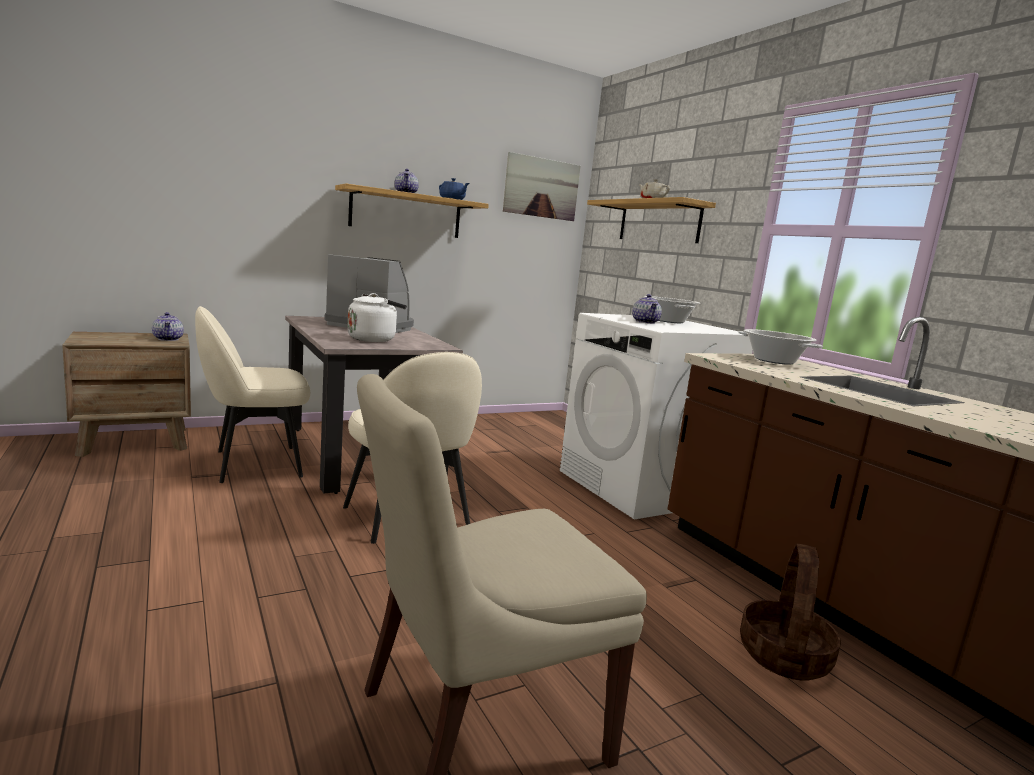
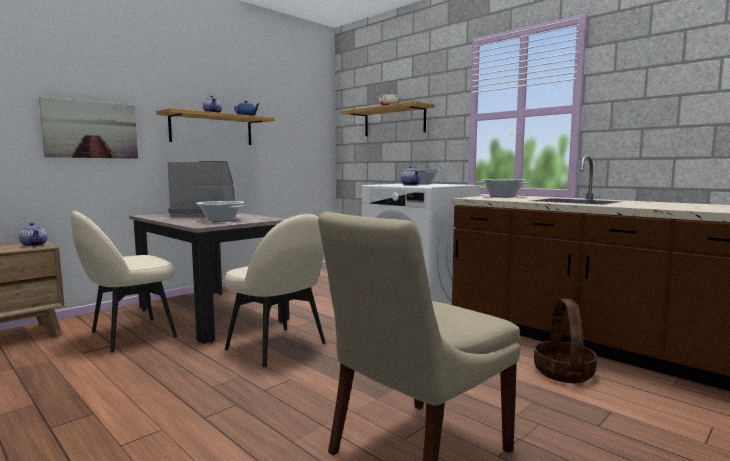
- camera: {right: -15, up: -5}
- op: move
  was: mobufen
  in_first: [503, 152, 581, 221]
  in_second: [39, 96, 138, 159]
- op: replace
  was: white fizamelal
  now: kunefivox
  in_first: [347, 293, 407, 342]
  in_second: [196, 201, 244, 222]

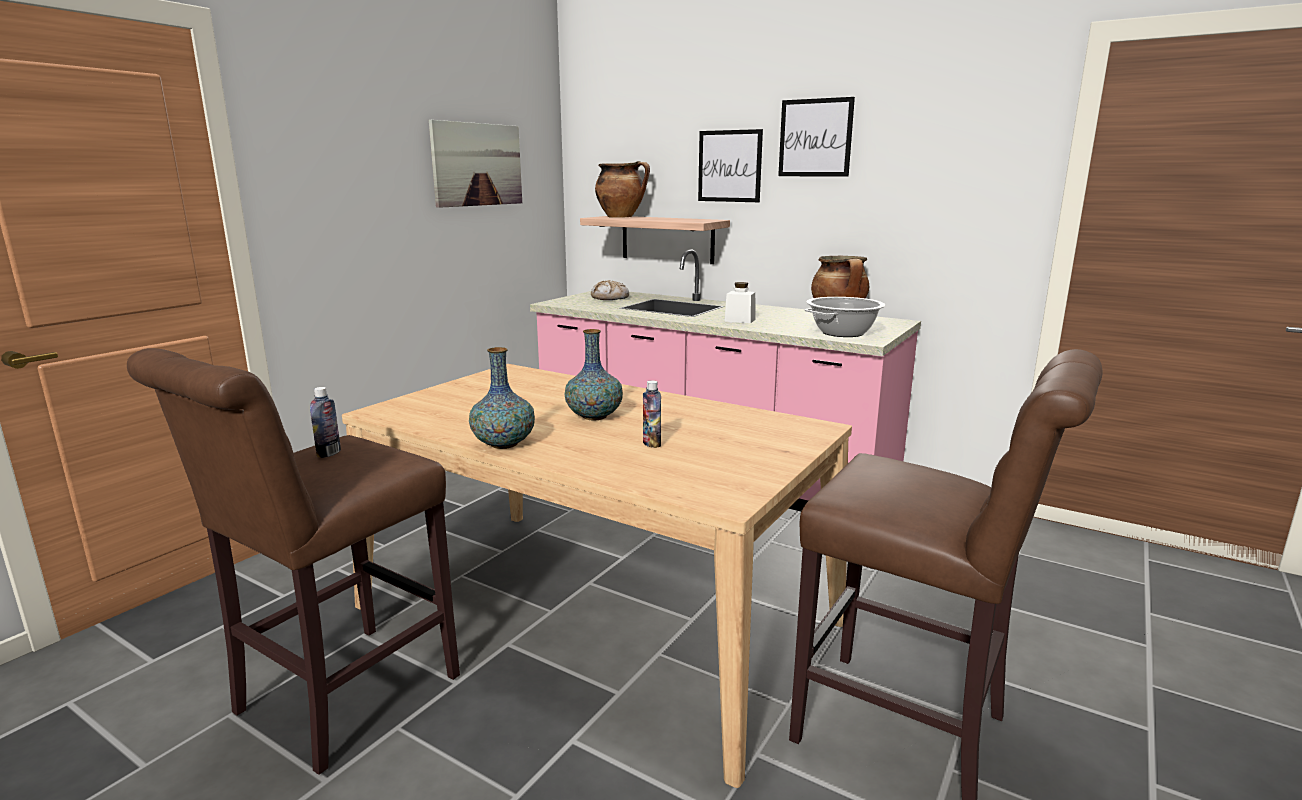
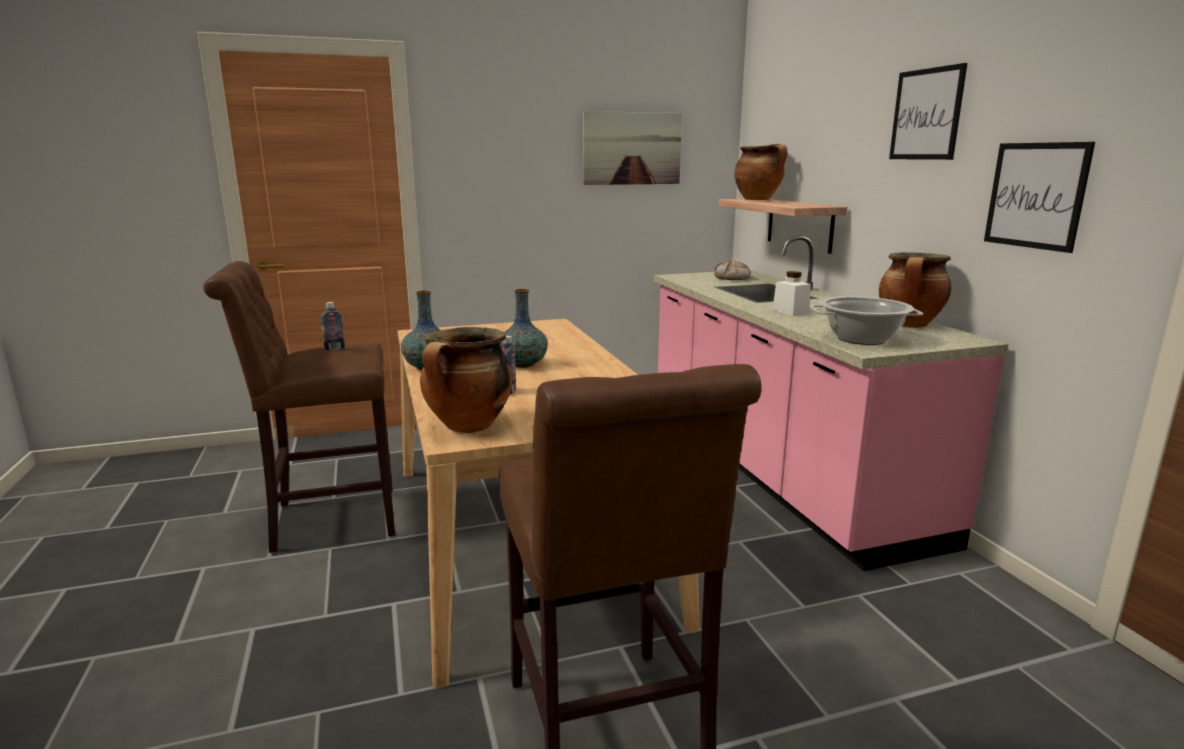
- camera: {right: 40, up: 0}
- op: insert
  now: kunefivox
  in_second: [420, 327, 513, 433]
- op: move
  was: mobufen
  in_first: [698, 129, 763, 202]
  in_second: [984, 142, 1095, 253]

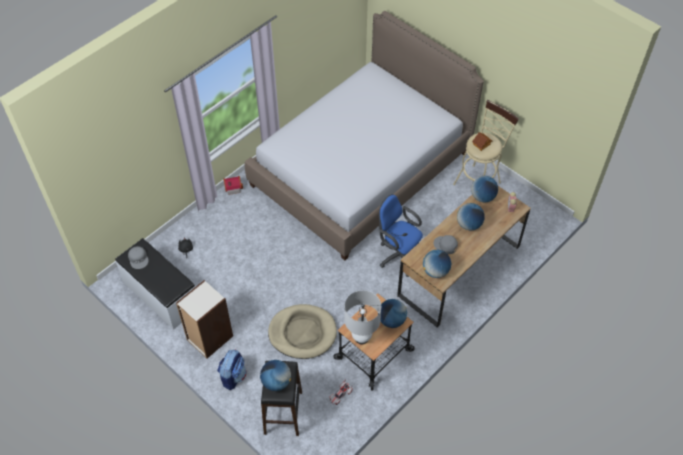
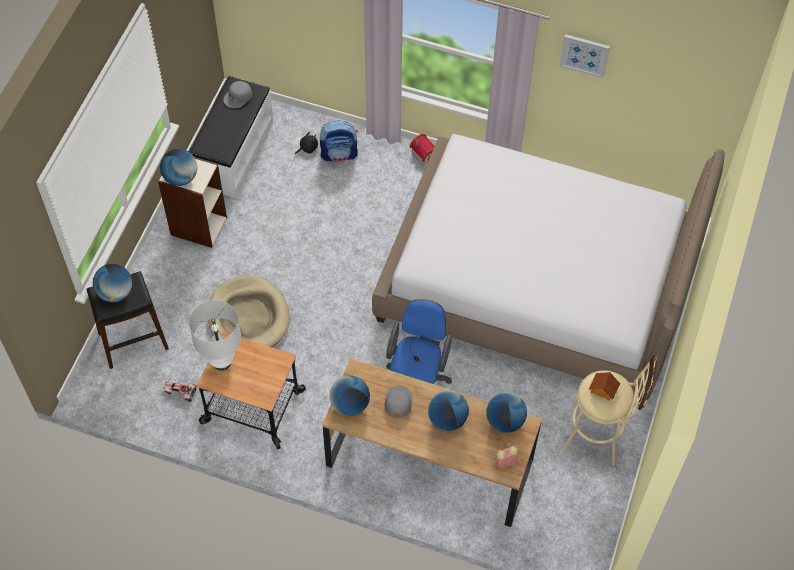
- camera: {right: 65, up: 5}
- op: move
  was: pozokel
  in_first: [378, 299, 407, 328]
  in_second: [160, 149, 197, 186]
- op: move
  was: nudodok
  in_first: [217, 349, 246, 390]
  in_second: [320, 121, 358, 162]
- op: insert
  now: mobufen
  in_second: [560, 34, 610, 78]

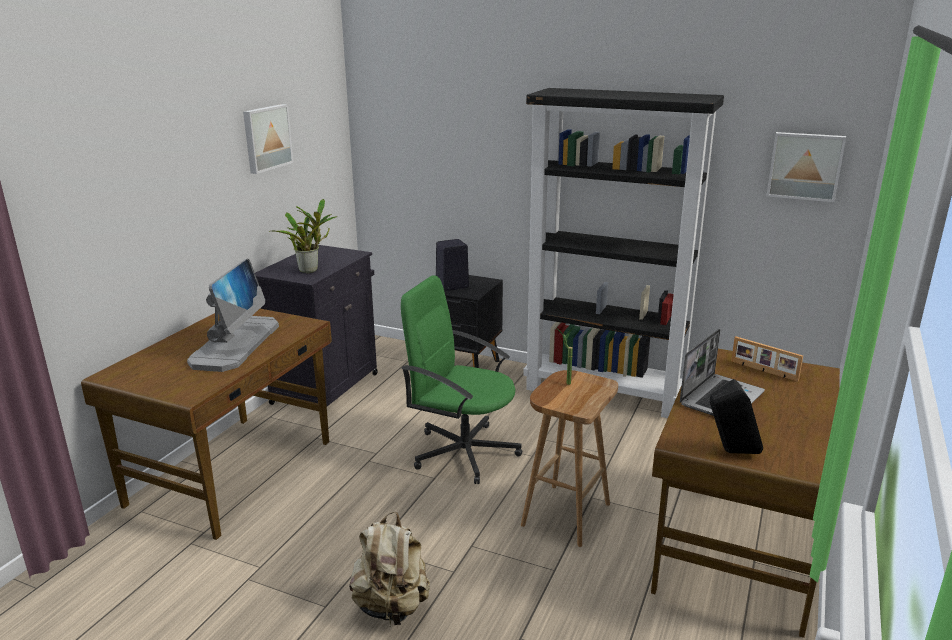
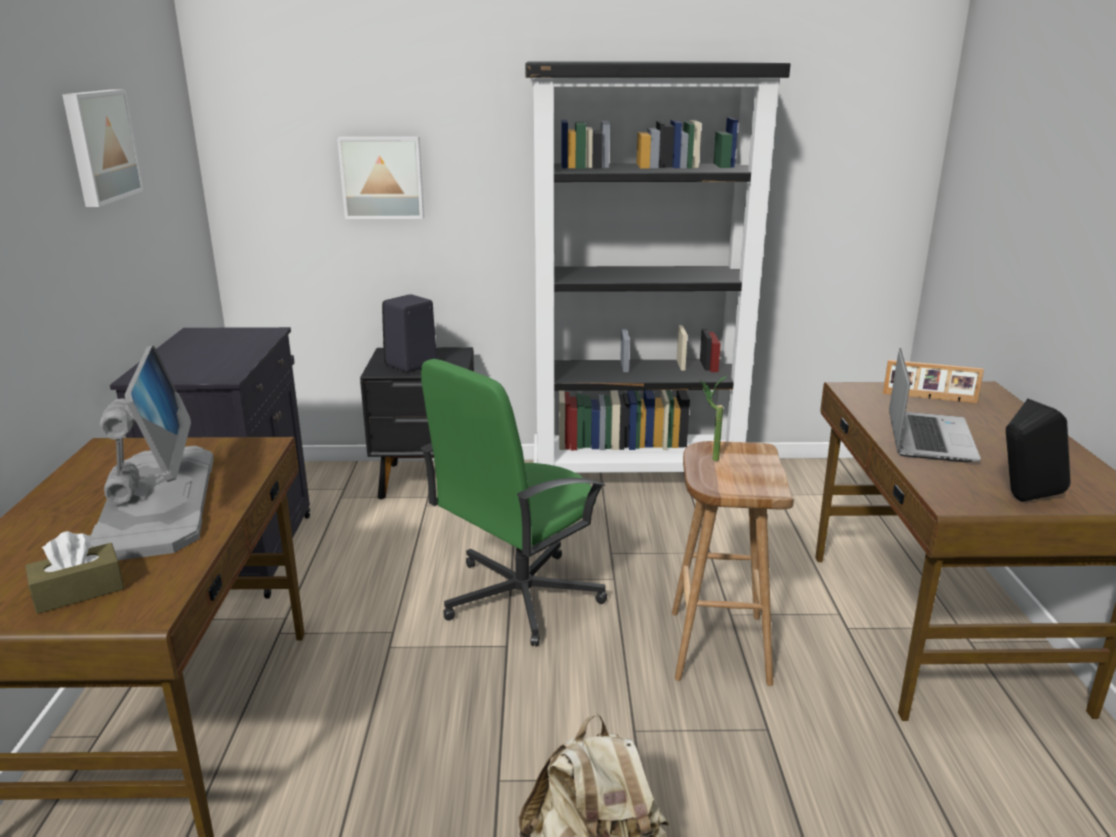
- camera: {right: -25, up: 0}
- op: insert
  now: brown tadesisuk
  in_second: [25, 531, 124, 614]
- op: move
  was: mobufen
  in_first: [767, 132, 846, 202]
  in_second: [337, 137, 424, 219]
- op: rotate
  was: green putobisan
  in_first: [401, 275, 522, 484]
  in_second: [420, 359, 607, 646]
  clockwise: -45
- op: delete
  was: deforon
  in_first: [269, 199, 338, 273]

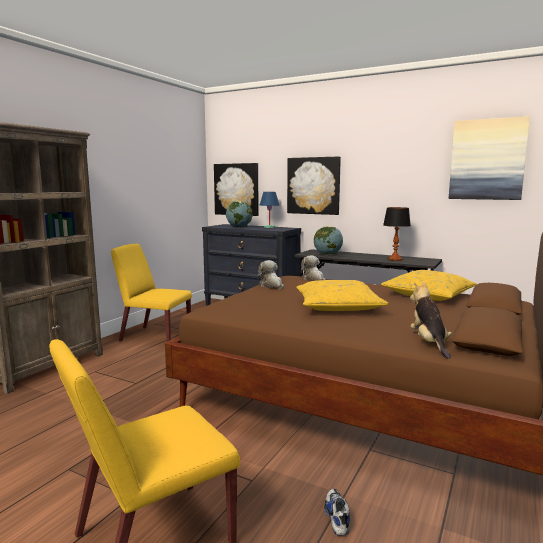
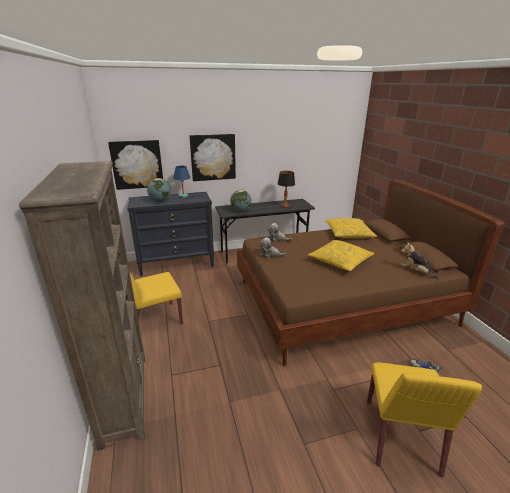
- camera: {right: -45, up: 15}
- op: delete
  was: mobufen
  in_first: [449, 116, 530, 200]

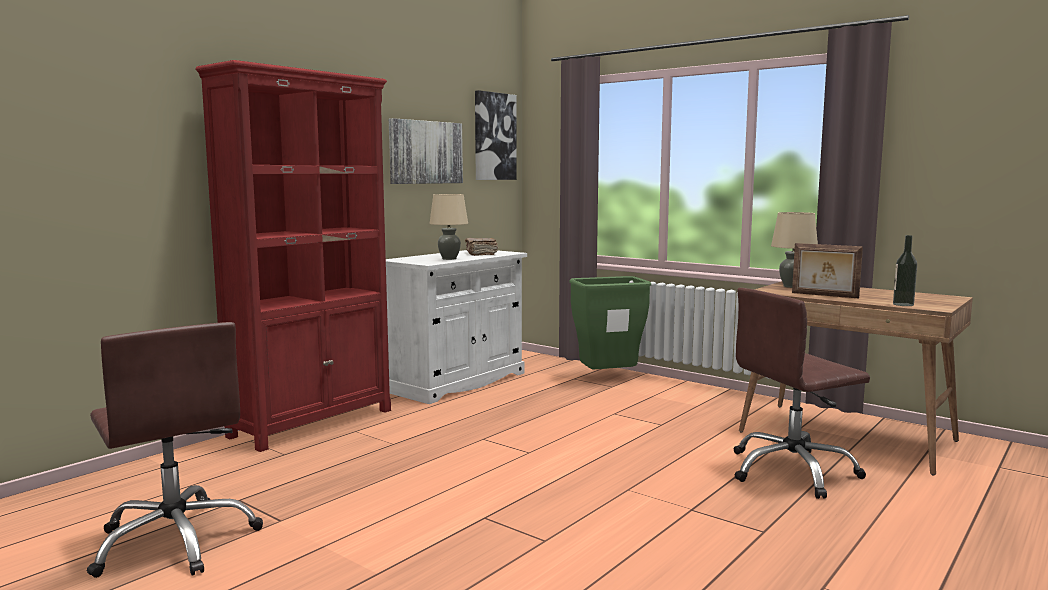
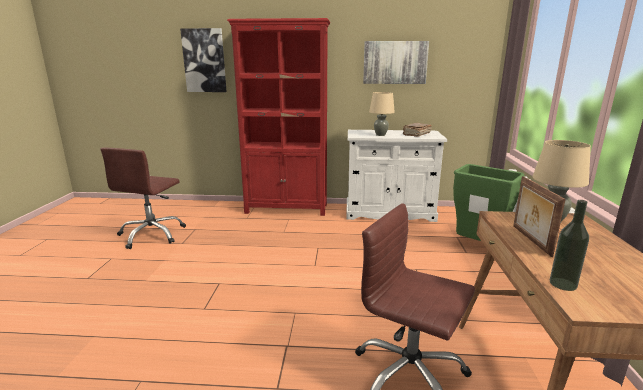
- camera: {right: 55, up: 10}
- op: move
  was: mobufen
  in_first: [475, 90, 517, 180]
  in_second: [180, 28, 227, 92]

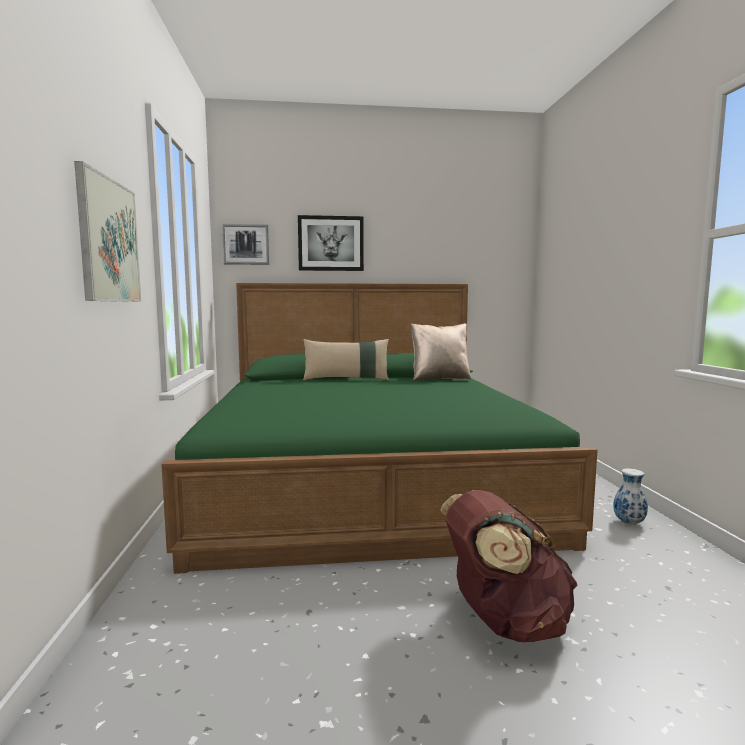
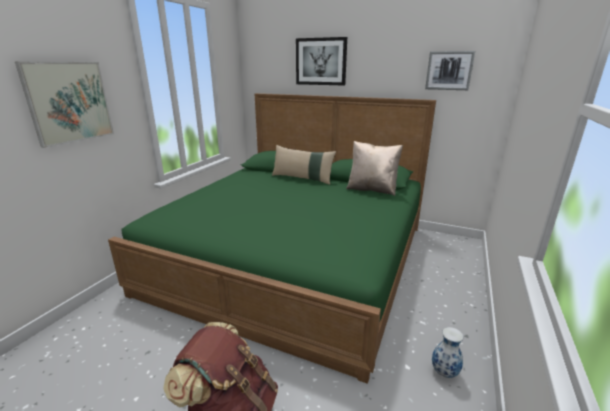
- camera: {right: 30, up: 15}
- op: move
  was: mobufen
  in_first: [222, 224, 269, 265]
  in_second: [425, 51, 475, 90]

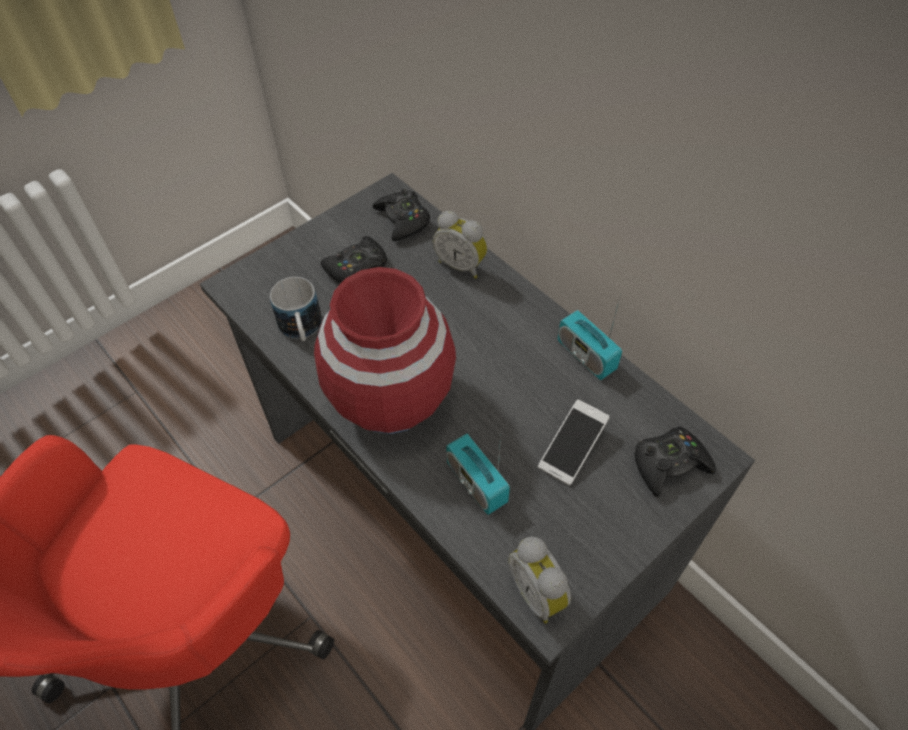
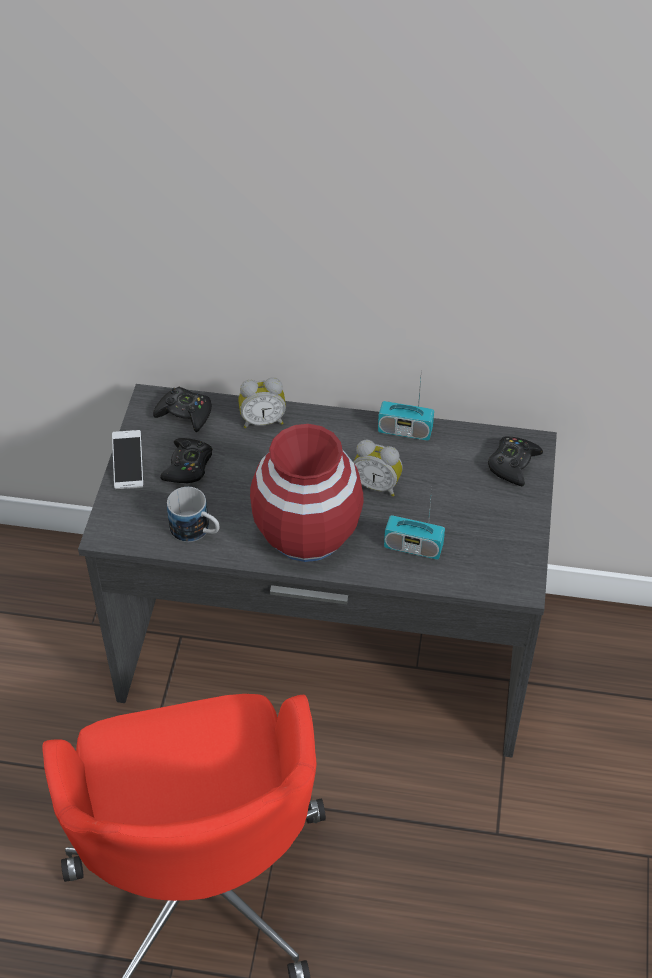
- camera: {right: -40, up: -5}
- op: move
  was: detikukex
  in_first: [538, 399, 609, 485]
  in_second: [112, 430, 144, 489]
- op: move
  was: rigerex
  in_first: [509, 536, 571, 623]
  in_second: [353, 440, 403, 496]

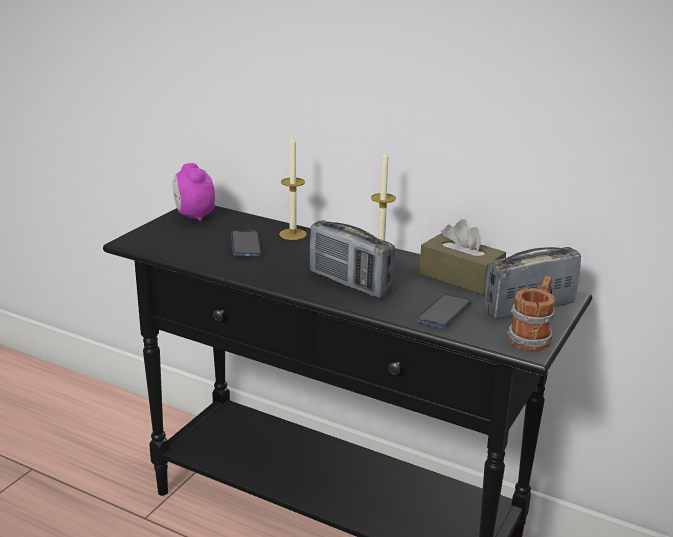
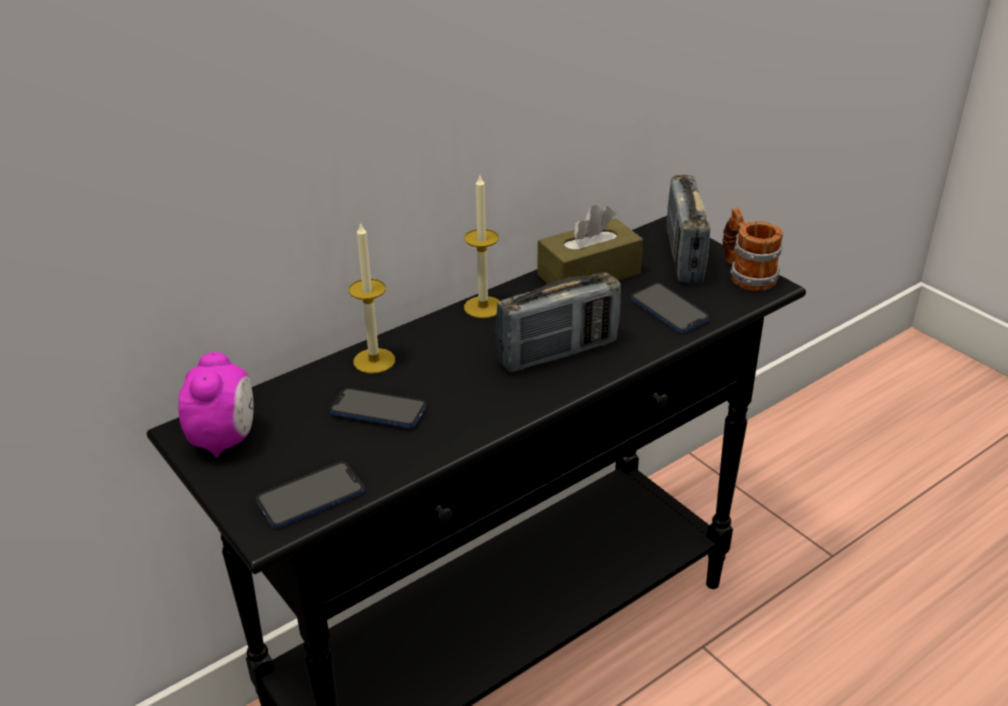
- camera: {right: -65, up: 10}
- op: rotate
  was: rigerex
  in_first: [173, 163, 215, 222]
  in_second: [178, 352, 254, 458]
  clockwise: -90
- op: insert
  now: detikukex
  in_second: [256, 462, 364, 528]

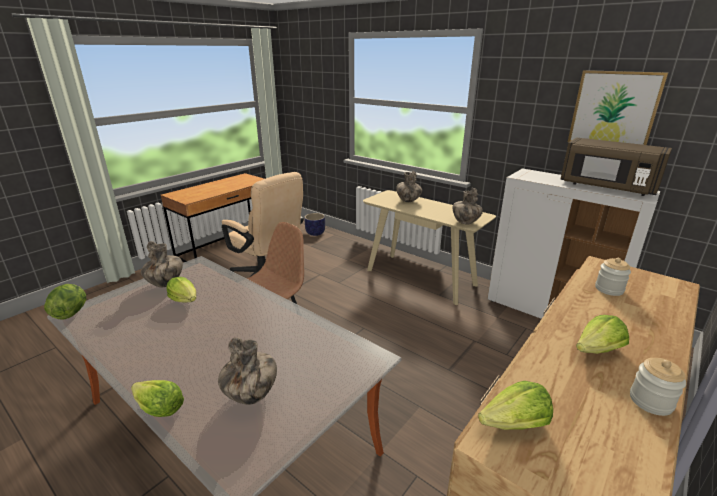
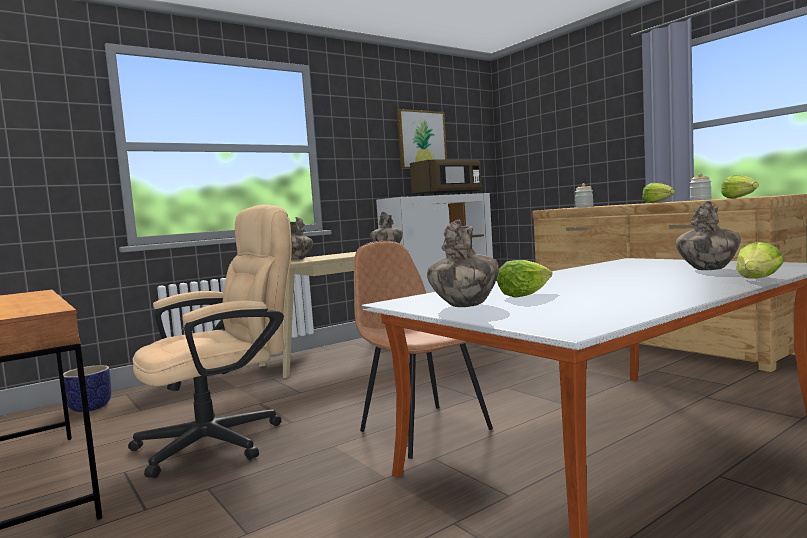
- camera: {right: -75, up: -20}
- op: delete
  was: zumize
  in_first: [44, 284, 86, 320]

